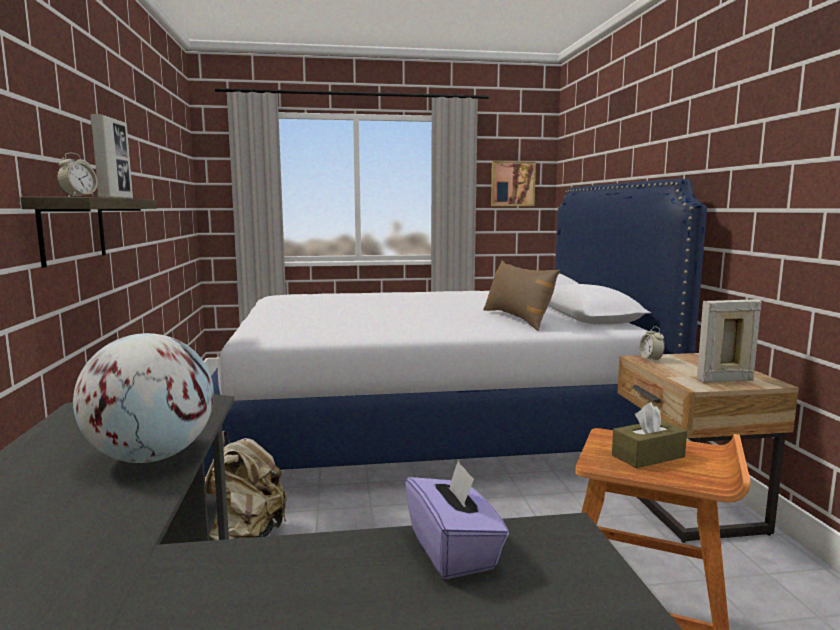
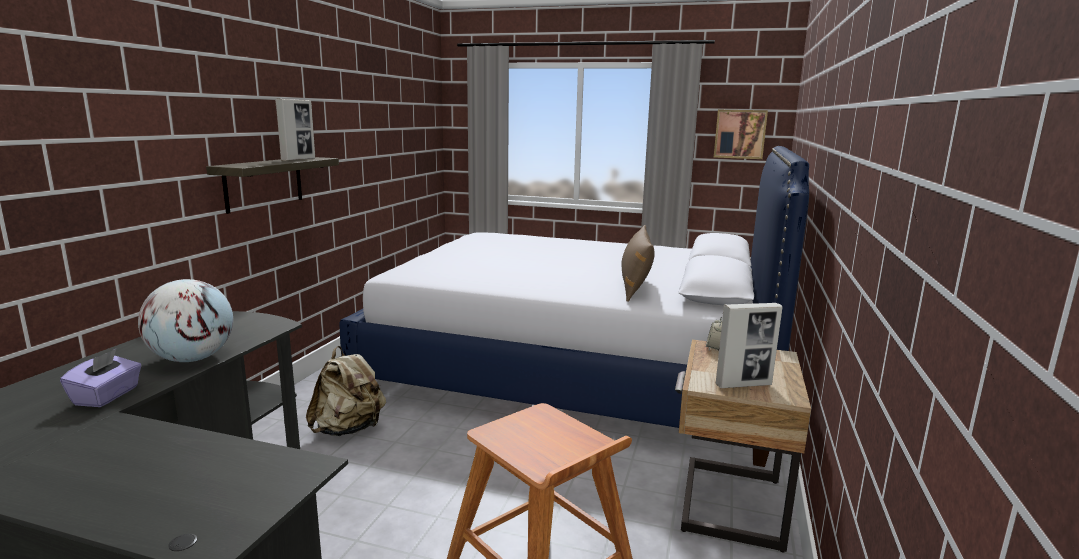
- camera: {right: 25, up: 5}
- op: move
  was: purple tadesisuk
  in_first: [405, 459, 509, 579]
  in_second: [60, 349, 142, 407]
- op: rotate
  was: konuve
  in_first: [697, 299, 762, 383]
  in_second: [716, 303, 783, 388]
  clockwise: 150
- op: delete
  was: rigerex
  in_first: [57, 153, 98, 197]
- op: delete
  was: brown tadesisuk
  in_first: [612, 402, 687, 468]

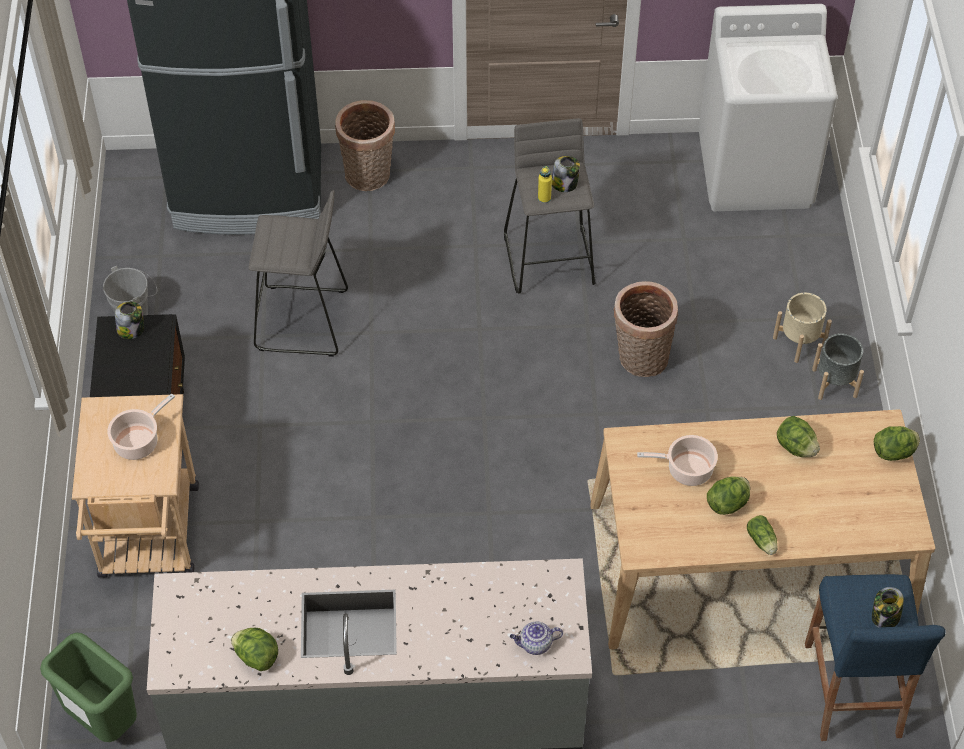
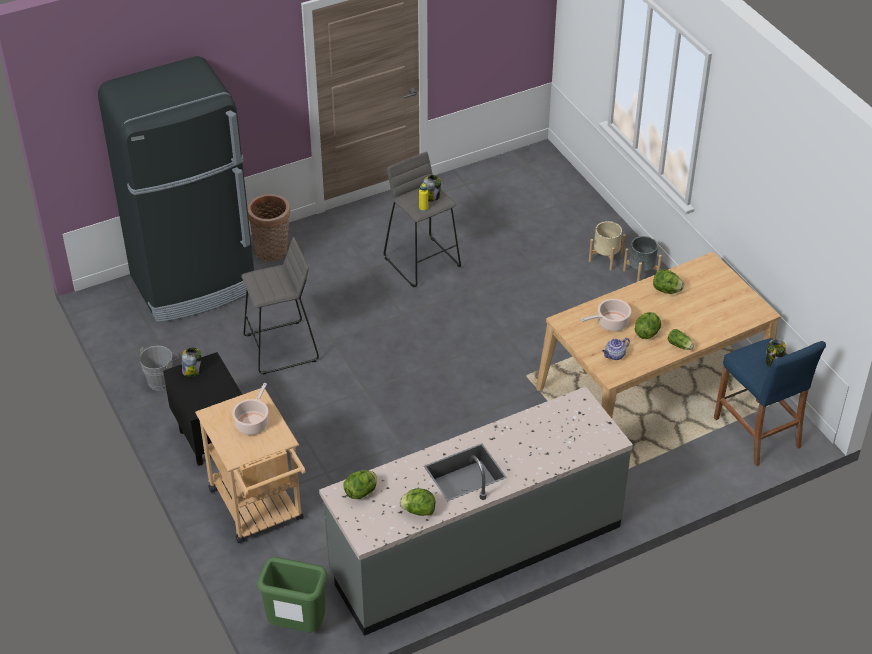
- camera: {right: -25, up: -10}
- op: move
  was: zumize
  in_first: [874, 426, 920, 461]
  in_second: [343, 470, 377, 499]
- op: move
  was: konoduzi
  in_first: [510, 622, 563, 655]
  in_second: [602, 338, 630, 360]
- op: delete
  was: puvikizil
  in_first: [613, 281, 678, 377]
- op: delete
  was: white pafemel
  in_first: [698, 4, 838, 211]

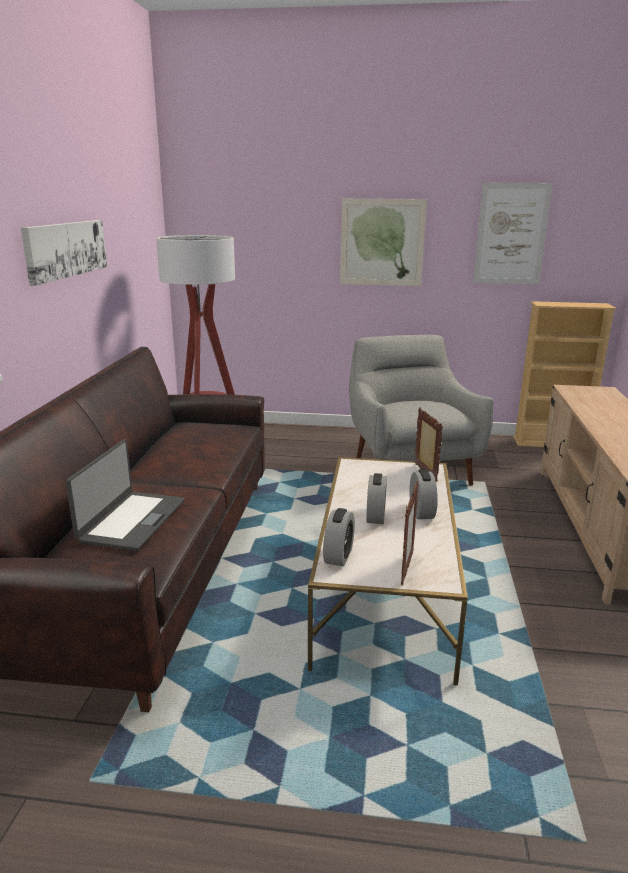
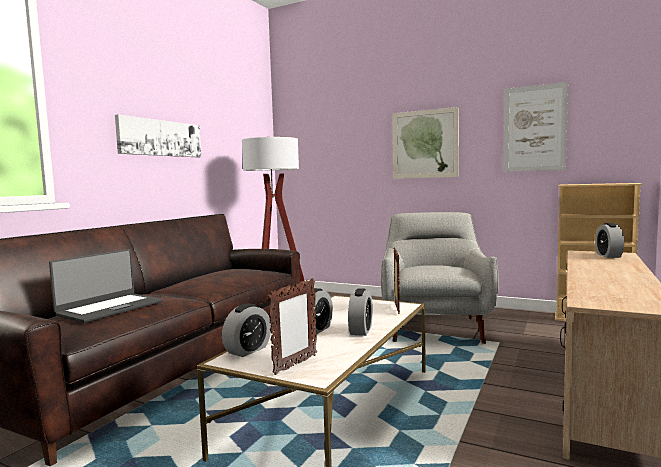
- camera: {right: 20, up: -15}
- op: insert
  now: rigerex
  in_second: [595, 223, 624, 258]

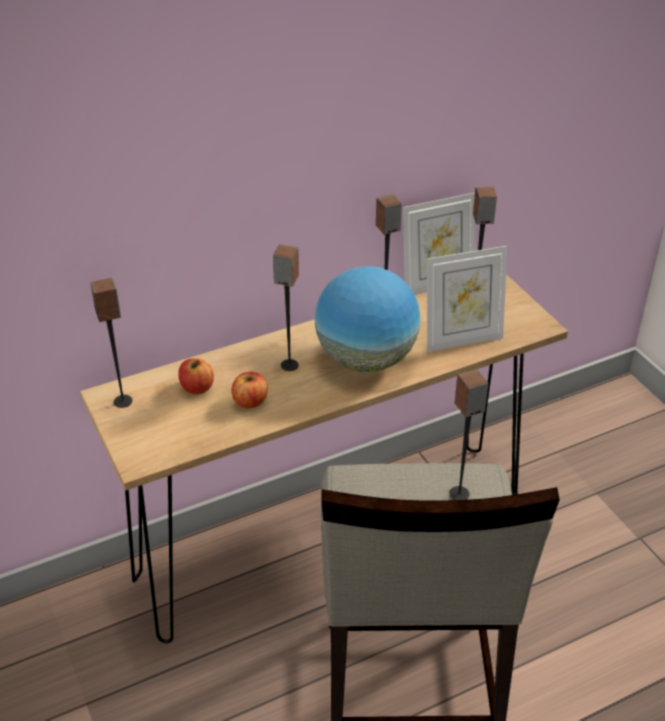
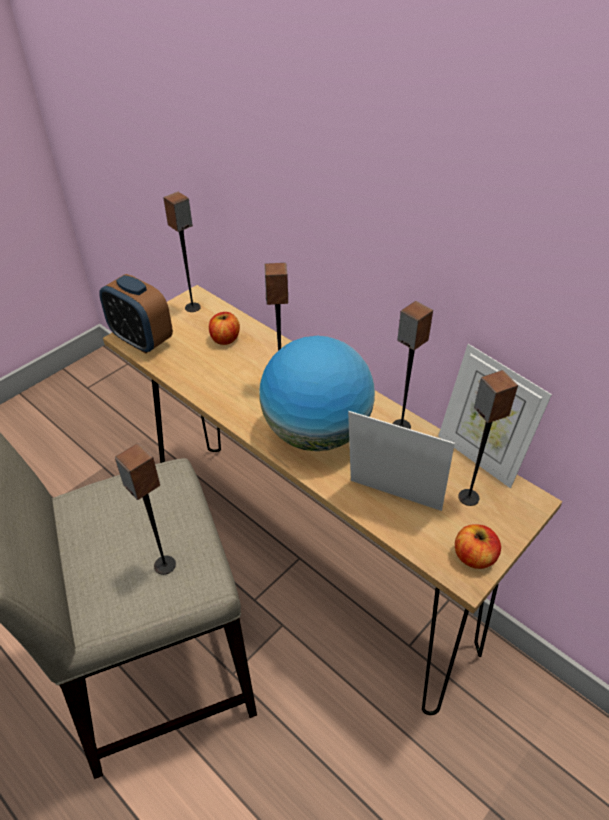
- camera: {right: 70, up: 5}
- op: insert
  now: rigerex
  in_second: [99, 274, 173, 354]
- op: rotate
  was: konuve
  in_first: [427, 246, 507, 352]
  in_second: [348, 411, 455, 511]
  clockwise: 150
- op: move
  was: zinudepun
  in_first: [231, 372, 268, 408]
  in_second: [455, 524, 501, 569]

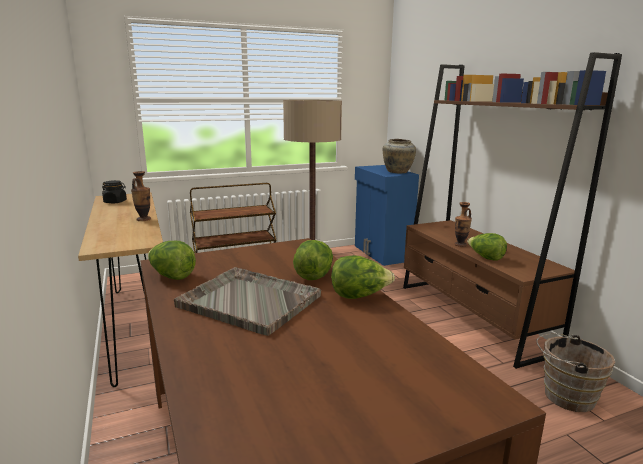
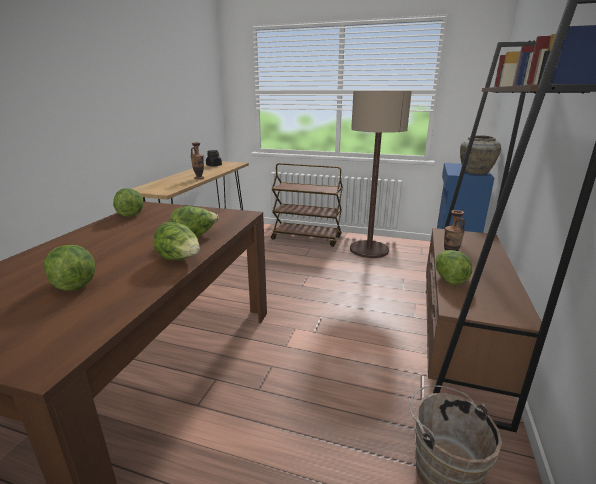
- camera: {right: 40, up: 5}
- op: insert
  now: zumize
  in_second: [44, 245, 95, 291]
- op: delete
  was: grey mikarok
  in_first: [174, 267, 321, 336]

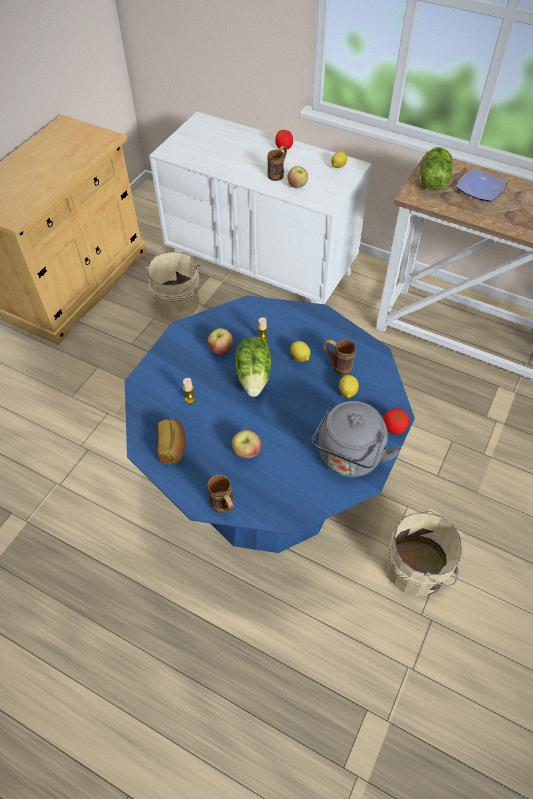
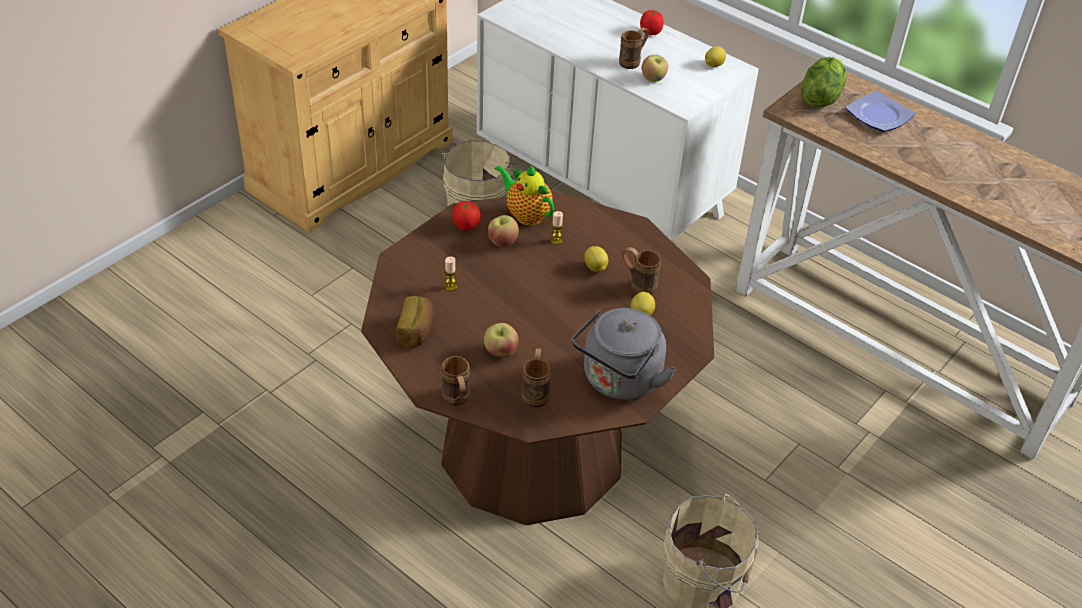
- camera: {right: 10, up: -10}
- op: recolor
  was: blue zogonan
  now: brown zogonan
  in_first: [125, 296, 415, 553]
  in_second: [361, 191, 714, 525]
- op: move
  was: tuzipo
  in_first: [383, 408, 409, 435]
  in_second: [452, 201, 481, 230]
- op: insert
  now: konoduzi
  in_second: [495, 165, 554, 225]
- op: insert
  now: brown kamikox
  in_second: [522, 348, 551, 408]
- op: delete
  was: zumize
  in_first: [235, 337, 272, 397]

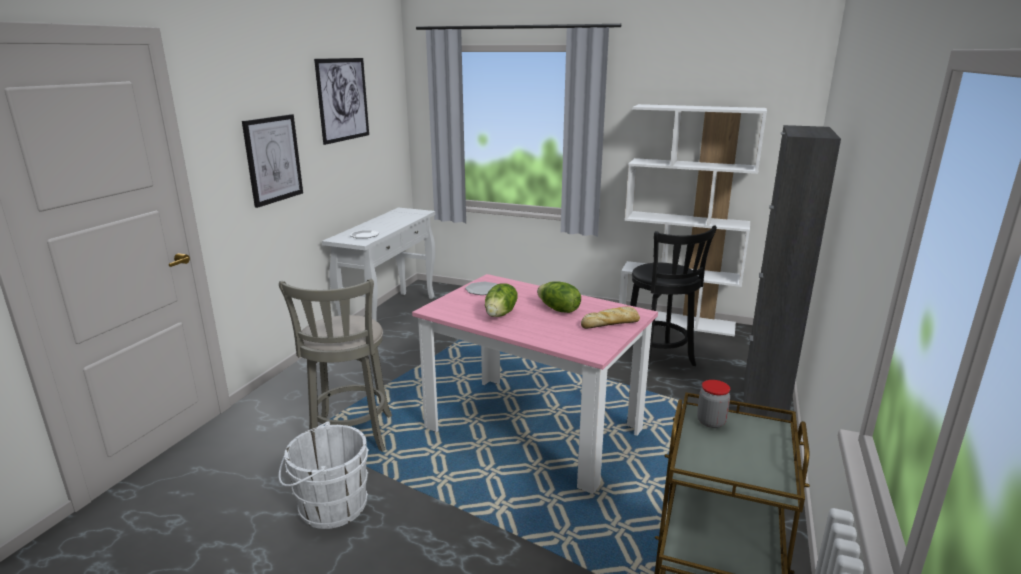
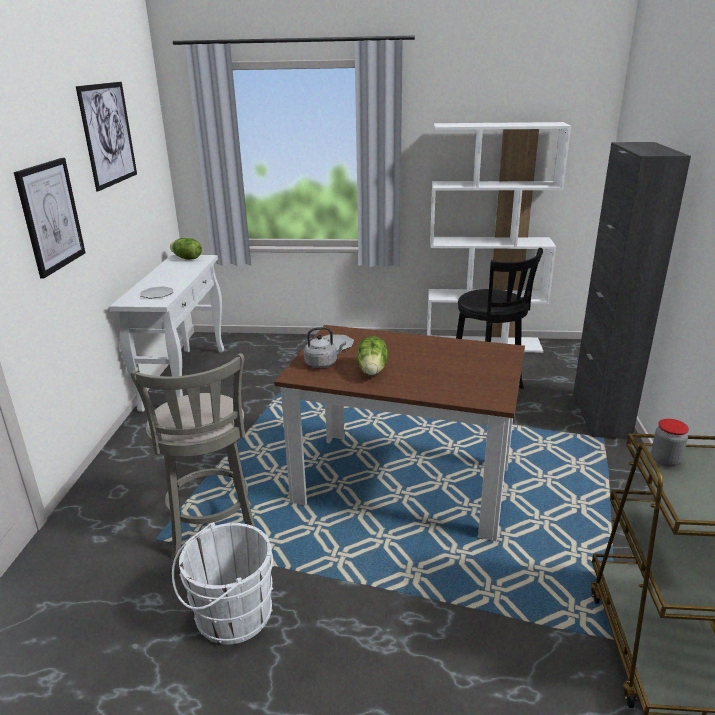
- camera: {right: -15, up: 5}
- op: move
  was: zumize
  in_first: [537, 281, 581, 313]
  in_second: [170, 238, 202, 260]
- op: recolor
  was: pink zogonan
  now: brown zogonan
  in_first: [412, 274, 658, 494]
  in_second: [274, 325, 525, 541]
- op: insert
  now: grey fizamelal
  in_second: [304, 327, 346, 368]
- op: delete
  was: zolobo
  in_first: [581, 306, 640, 329]

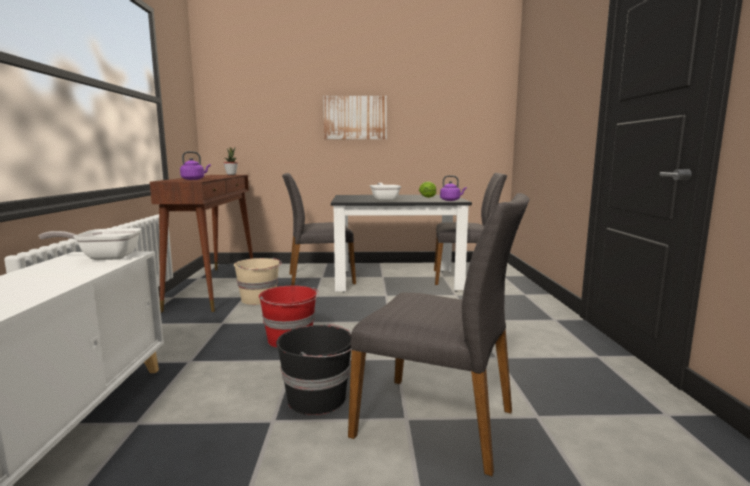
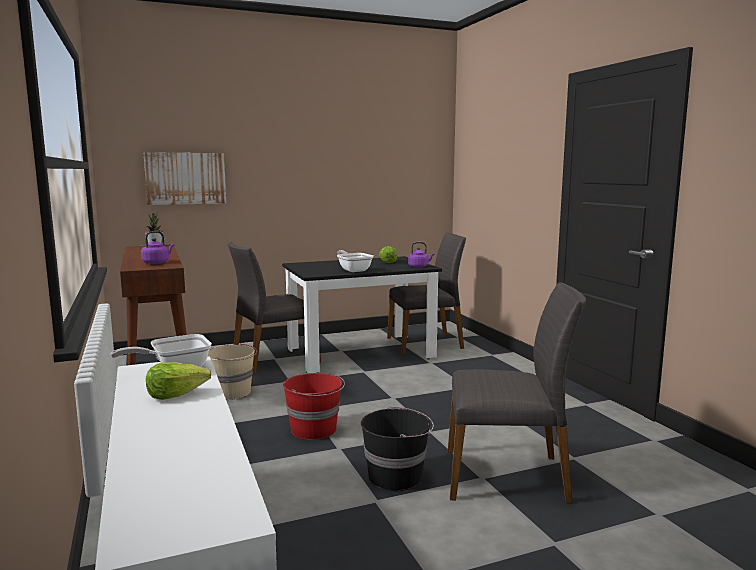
- camera: {right: -20, up: 0}
- op: move
  was: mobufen
  in_first: [323, 96, 387, 139]
  in_second: [144, 152, 226, 205]
- op: insert
  now: zumize
  in_second: [146, 362, 211, 400]

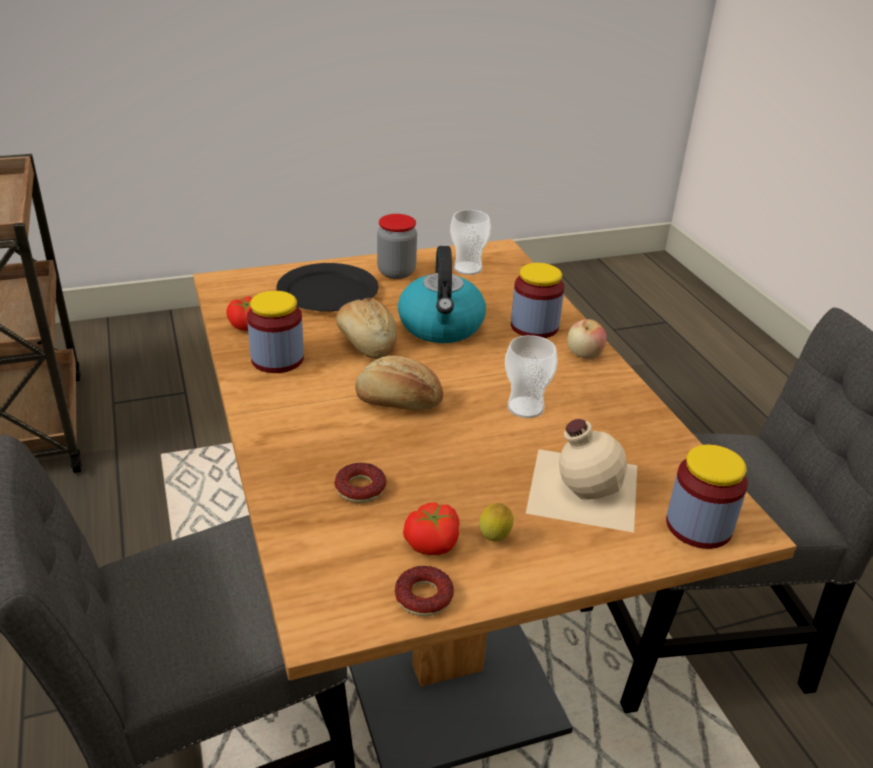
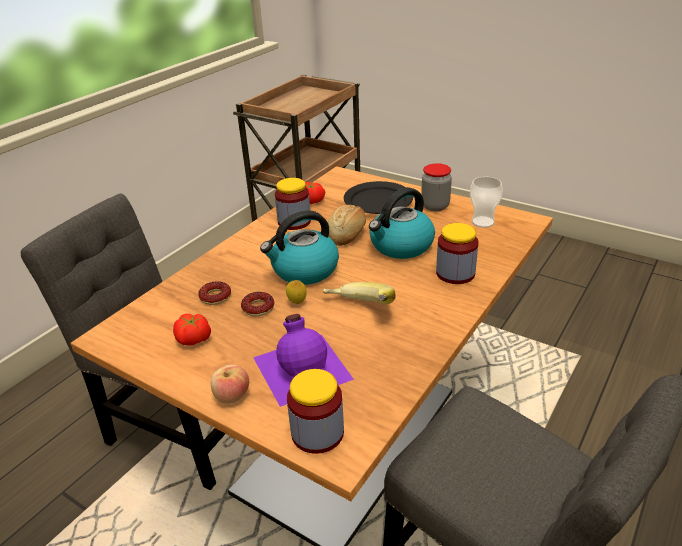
- camera: {right: 55, up: 0}
- op: move
  was: zinudepun
  in_first: [567, 319, 607, 359]
  in_second: [211, 364, 249, 404]
- op: move
  was: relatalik
  in_first: [395, 566, 454, 616]
  in_second: [241, 292, 275, 316]
- op: recolor
  was: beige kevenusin
  now: purple kevenusin
  in_first: [526, 419, 637, 533]
  in_second: [253, 314, 354, 407]
- op: replace
  was: zolobo
  now: fizamelal
  in_first: [355, 356, 443, 410]
  in_second: [260, 210, 339, 285]
- op: move
  was: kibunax
  in_first: [479, 503, 514, 541]
  in_second: [286, 280, 307, 304]
- op: replace
  was: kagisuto
  now: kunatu
  in_first: [505, 335, 558, 418]
  in_second: [323, 282, 396, 304]

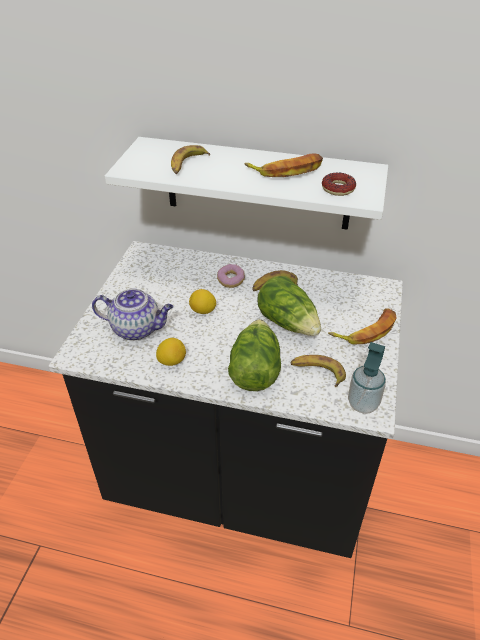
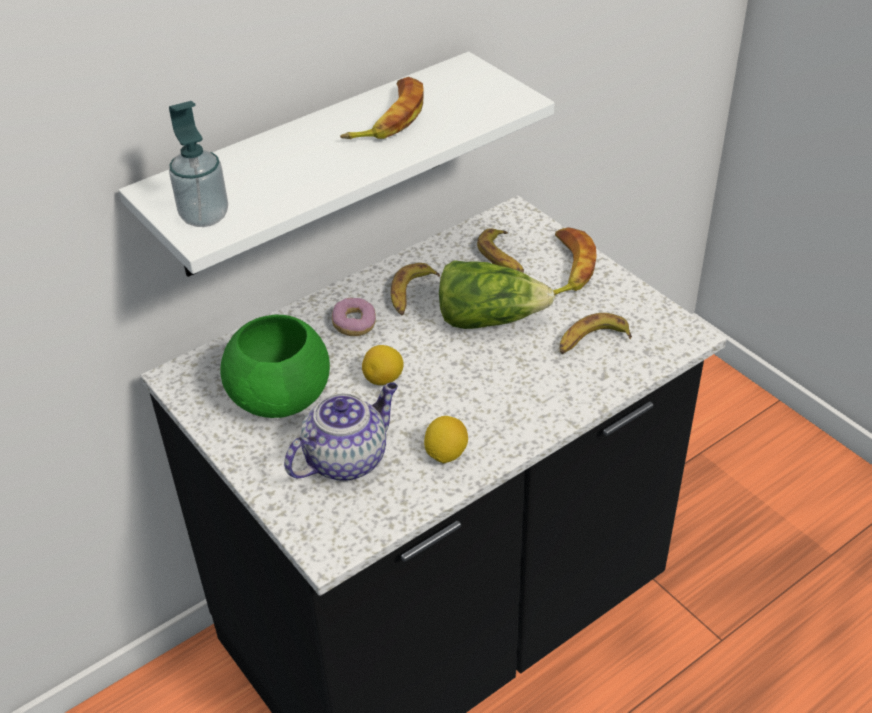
- camera: {right: -50, up: 0}
- op: move
  was: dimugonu
  in_first: [348, 342, 386, 414]
  in_second: [169, 101, 228, 227]
- op: insert
  now: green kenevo
  in_second: [220, 315, 330, 418]
- op: move
  was: kunatu
  in_first: [171, 145, 210, 174]
  in_second: [477, 228, 524, 273]
- op: delete
  was: zumize
  in_first: [228, 319, 281, 391]
- op: delete
  was: relatalik
  in_first: [322, 173, 356, 196]

